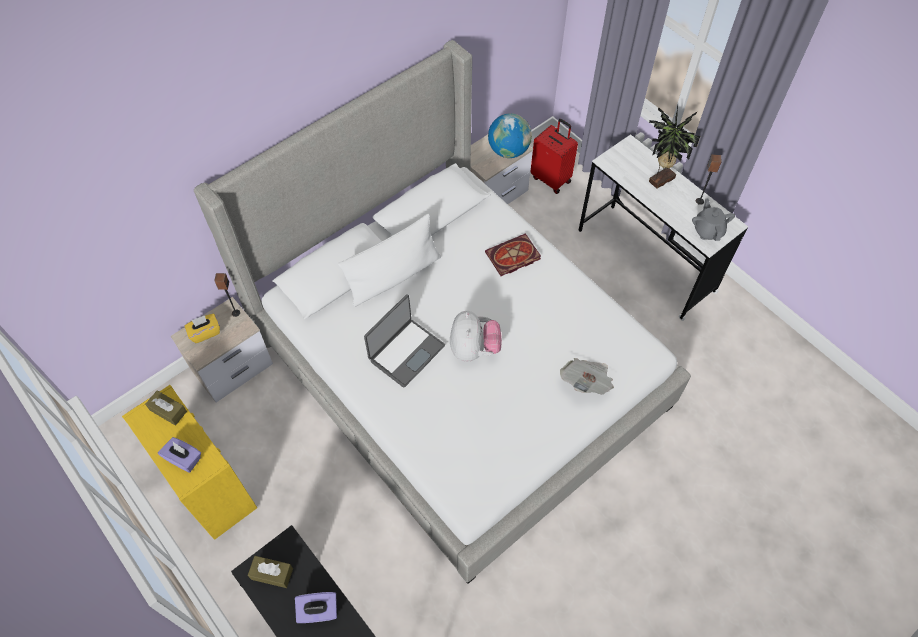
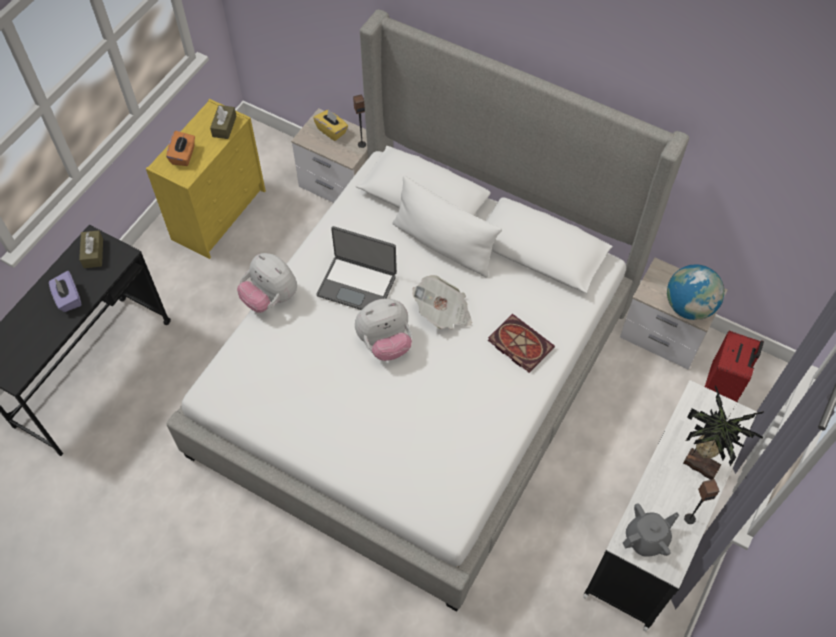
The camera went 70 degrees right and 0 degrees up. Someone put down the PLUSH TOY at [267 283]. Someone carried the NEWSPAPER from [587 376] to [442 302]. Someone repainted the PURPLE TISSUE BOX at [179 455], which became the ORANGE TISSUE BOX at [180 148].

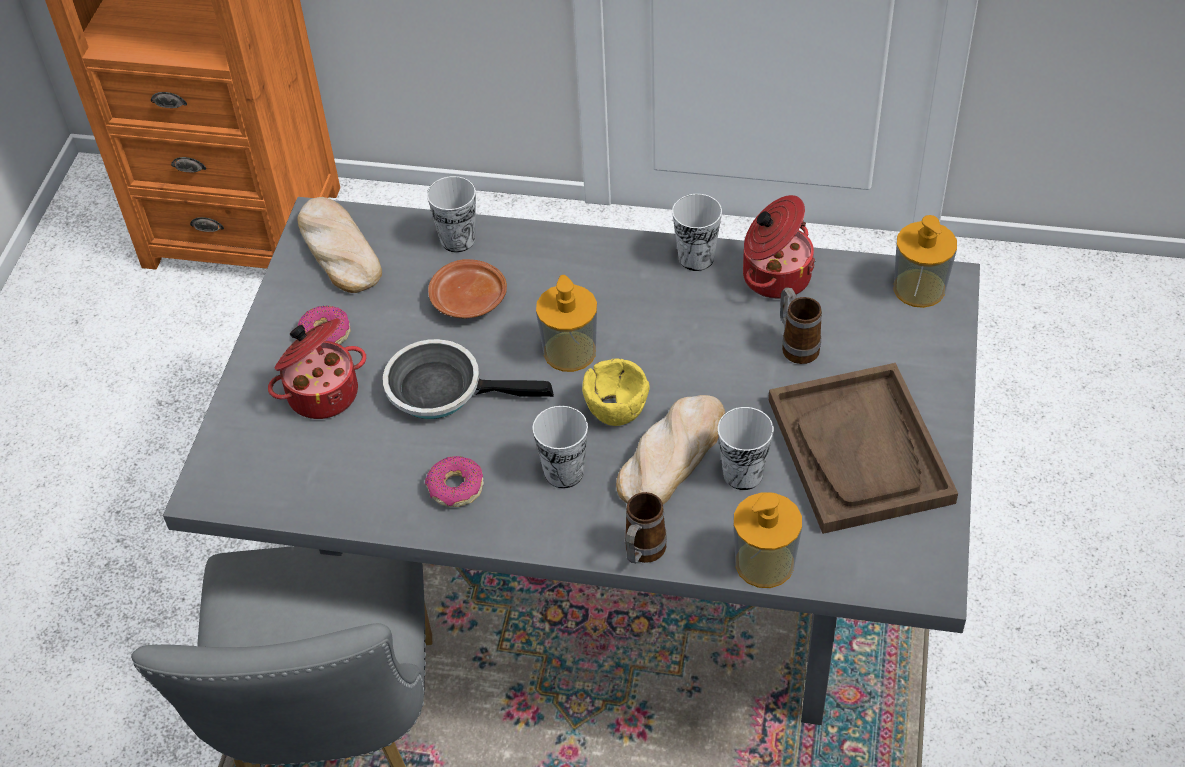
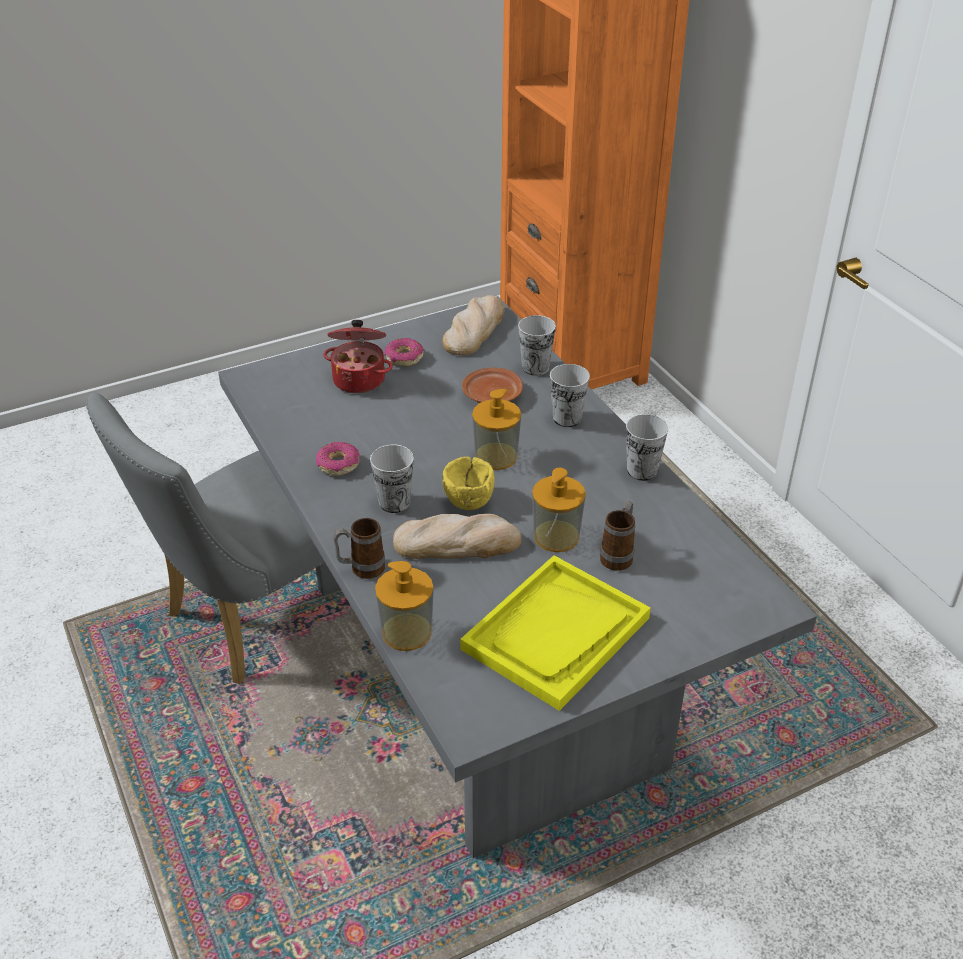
The camera went 50 degrees right and 10 degrees down. Someone took away the FRYING PAN at [468 379]. Someone took away the COOKING POT at [779 247]. Someone carried the CUP from [746 448] to [570 395]. Someone carried the SOAP DISPENSER from [925 261] to [559 510]. Someone repainted the BROWN TRAY at [863 448], which became the YELLOW TRAY at [555 633].

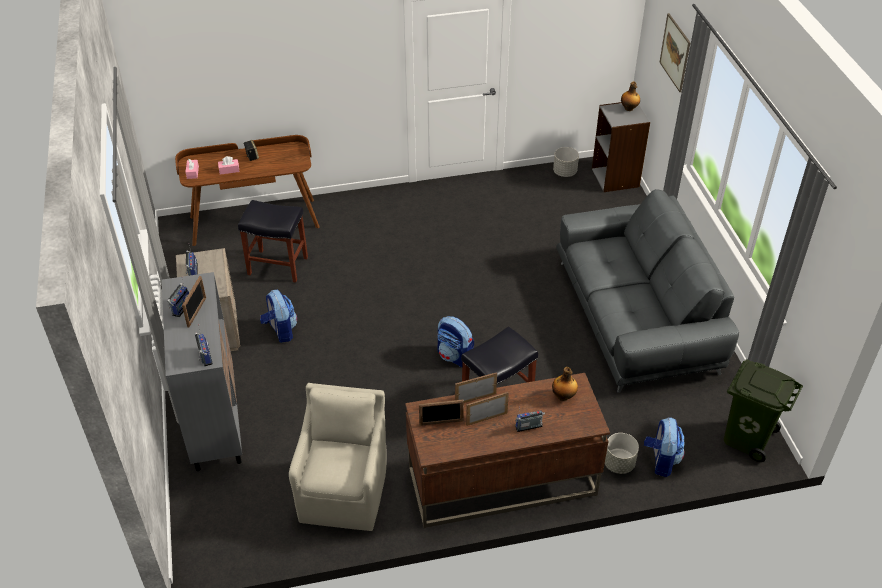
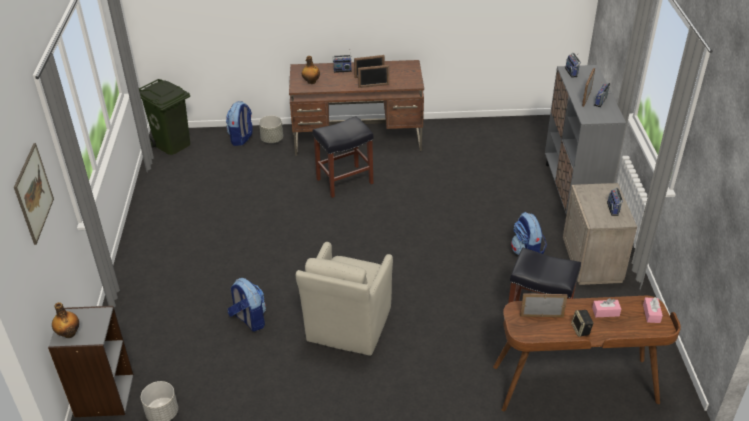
The camera went 170 degrees left and 5 degrees down. Someone took away the GREY SOFA at [647 291]. Someone carried the BEIGE ARMCHAIR from [338 457] to [344 299]. Someone carried the PICTURE FRAME from [441 412] to [544 305]. Someone carried the BACKPACK from [455 341] to [247 305].

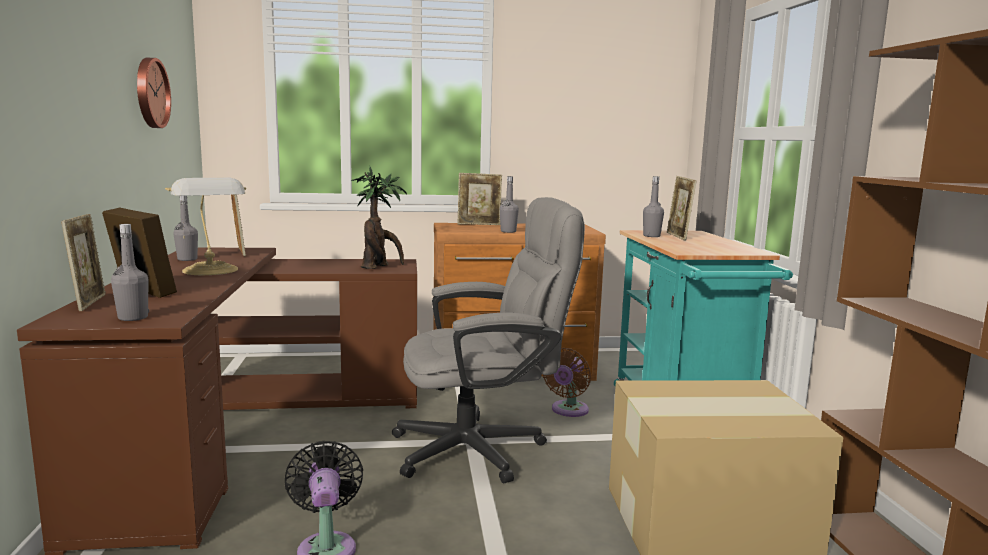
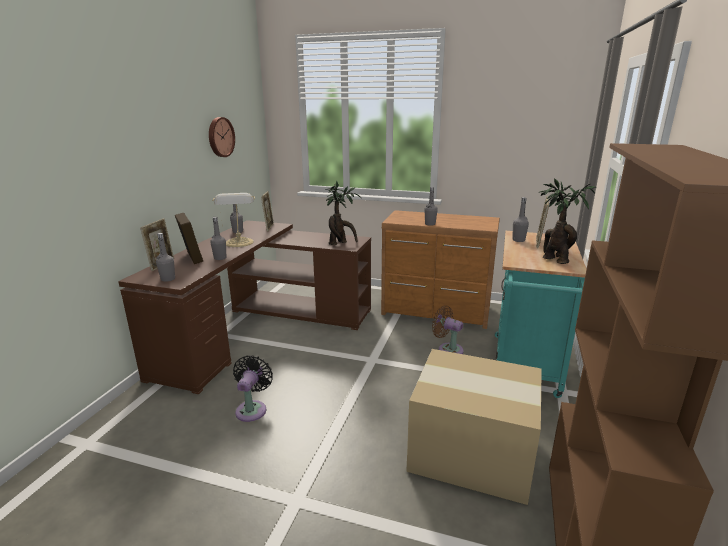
The camera went 25 degrees right and 10 degrees up. Someone took away the GREY OFFICE CHAIR at [488 340]. Someone took away the PICTURE FRAME at [480 199]. Someone put down the GREY BOTTLE at [218 238]. Someone put down the POTTED PLANT at [568 221]. Someone rotated the BROWN FAN at [567 382] by 75 degrees clockwise.

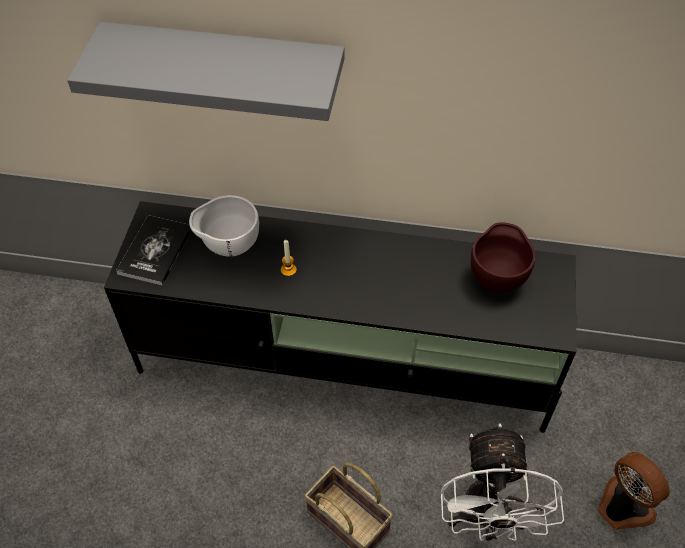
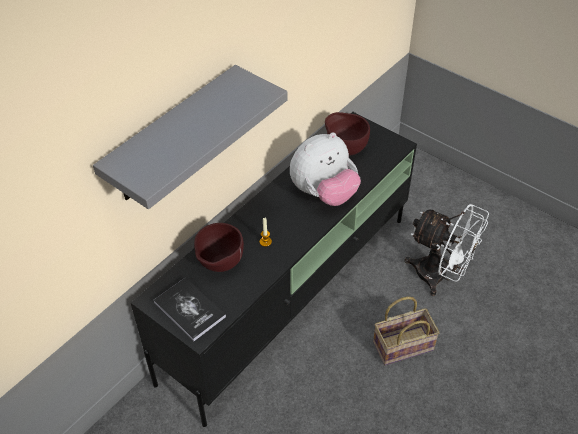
The camera went 60 degrees left and 5 degrees down. Someone took away the FAN at [634 491]. Someone put down the PLUSH TOY at [325 169]. Someone repainted the WHITE BOWL at [224 226], which became the BROWN BOWL at [219 247].

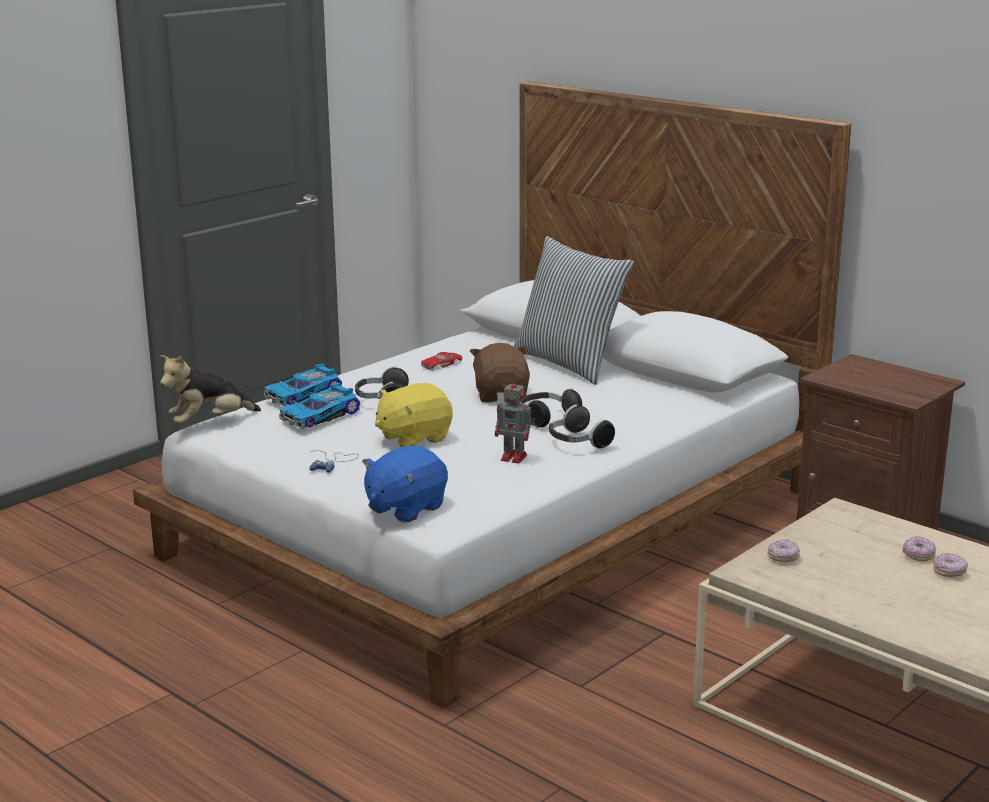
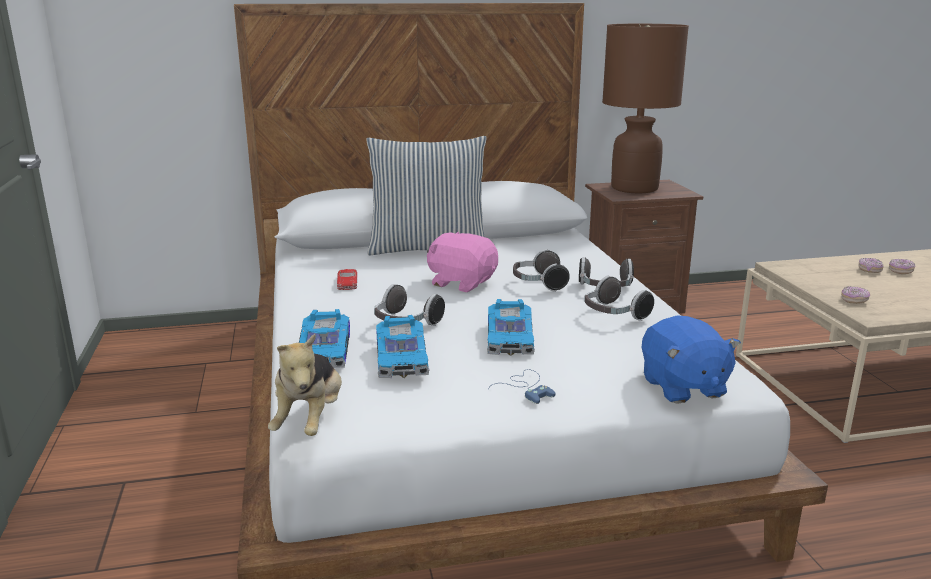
The camera went 55 degrees left and 0 degrees up. Someone put down the BROWN TABLE LAMP at [645 108]. Someone swapped the YELLOW PLUSH TOY at [414 415] for the TOY CAR at [511 327]. Someone swapped the TOY ROBOT at [515 420] for the HEADPHONES at [619 298]. Someone repainted the BROWN PLUSH TOY at [500 372], which became the PINK PLUSH TOY at [462 262].

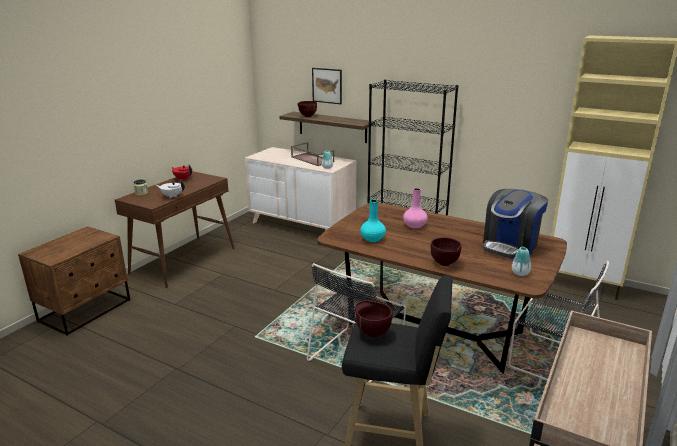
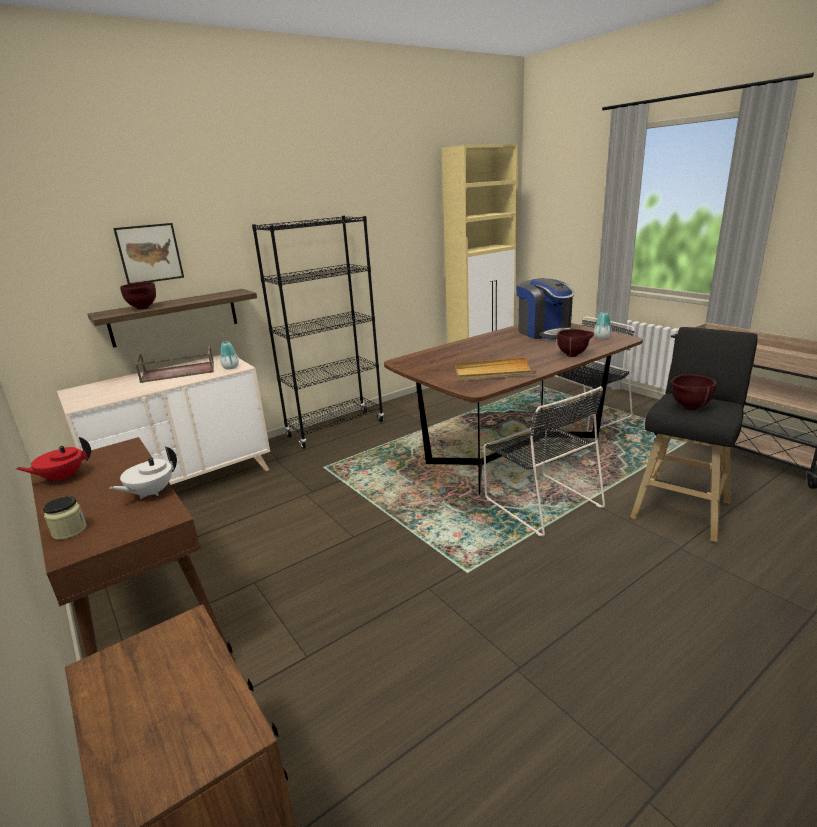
The camera went 65 degrees left and 0 degrees up. Someone took away the PINK VASE at [415 208]. Someone swapped the TURQUOISE VASE at [373 221] for the BEIGE TRAY at [495 369].

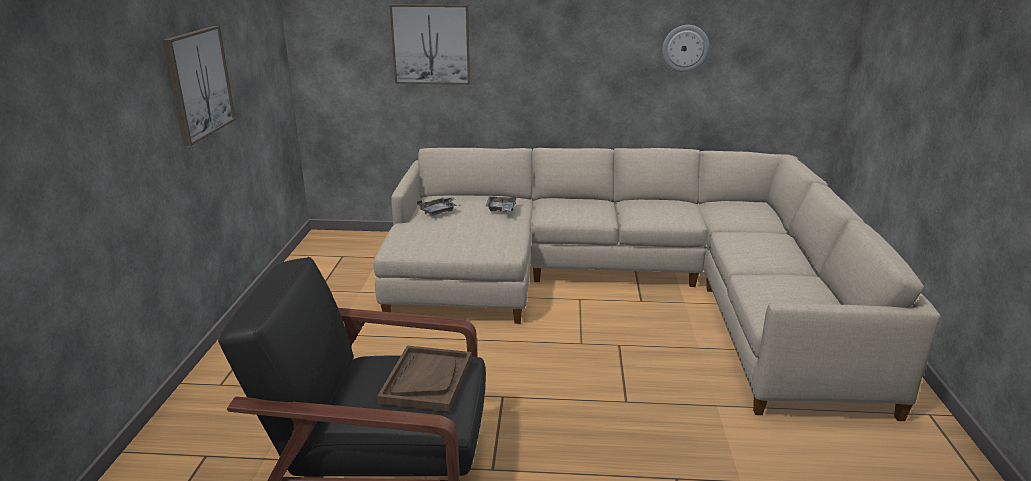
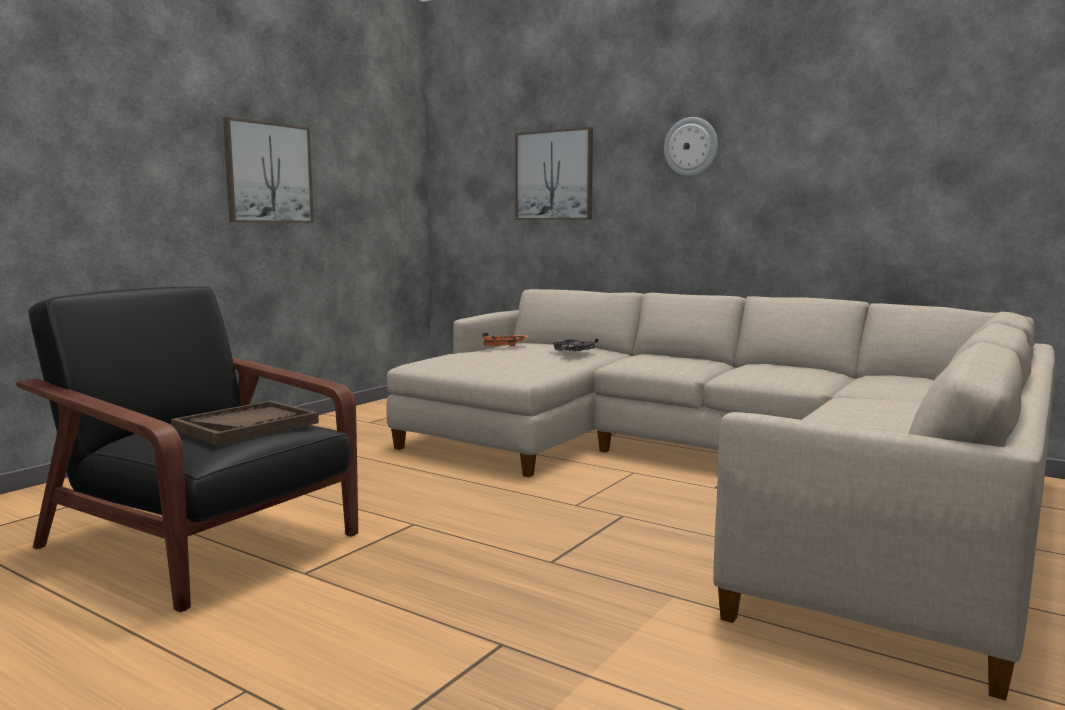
The camera went 30 degrees right and 15 degrees down. Someone carried the WALL CLOCK from [685 48] to [691 146]. Someone repainted the GREY TRAY at [437 206], which became the ORANGE TRAY at [505 339].

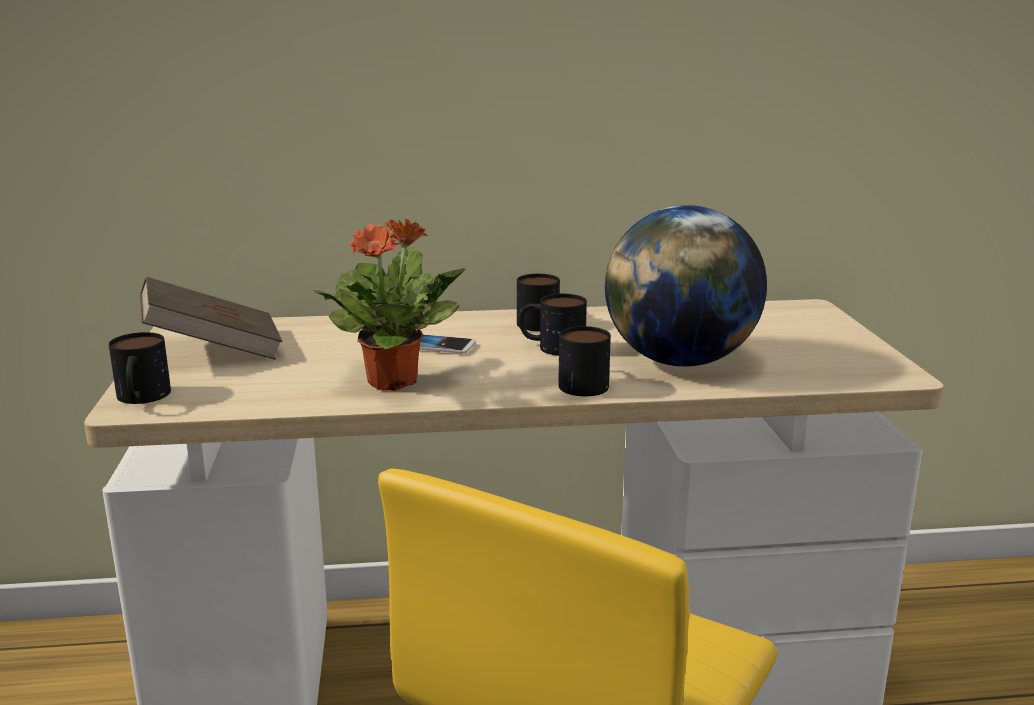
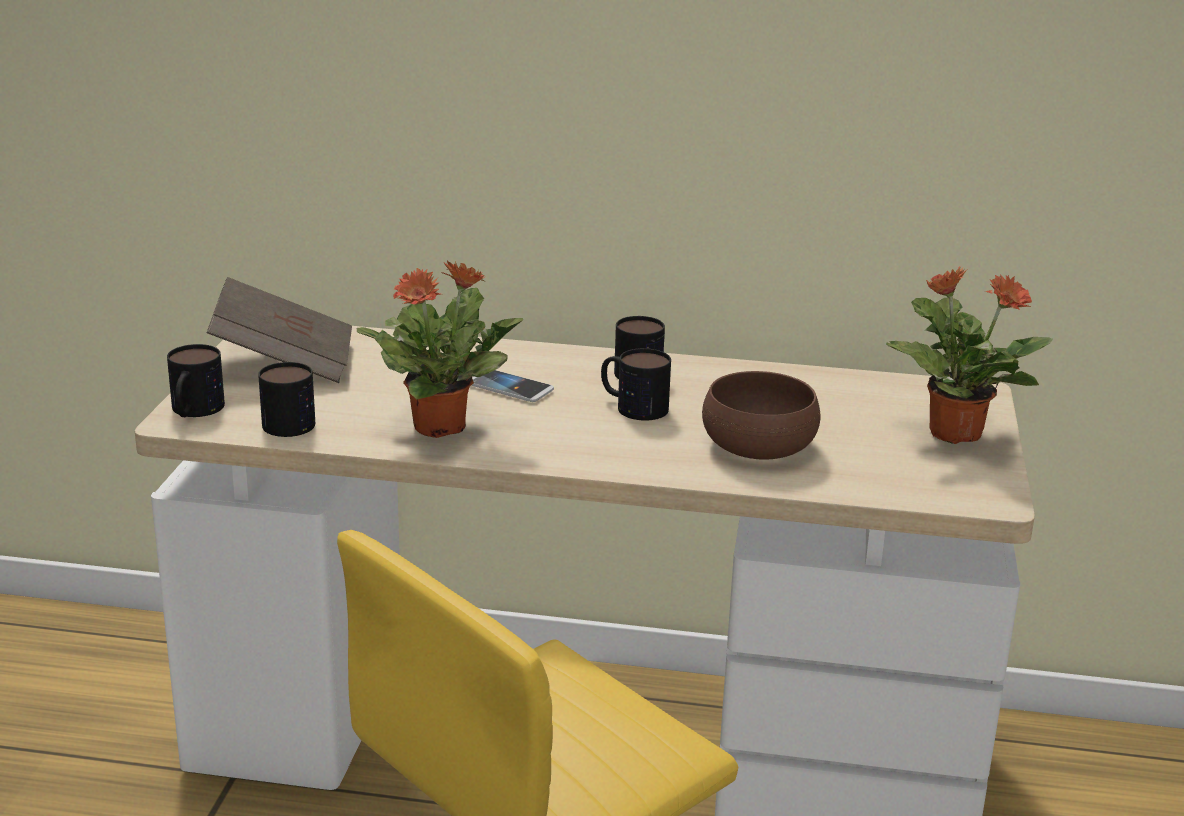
The camera went 15 degrees right and 5 degrees up. Someone put down the POTTED PLANT at [969 355]. Someone carried the MUG from [584 361] to [286 399]. Someone swapped the GLOBE at [686 286] for the BROWN BOWL at [761 415].

